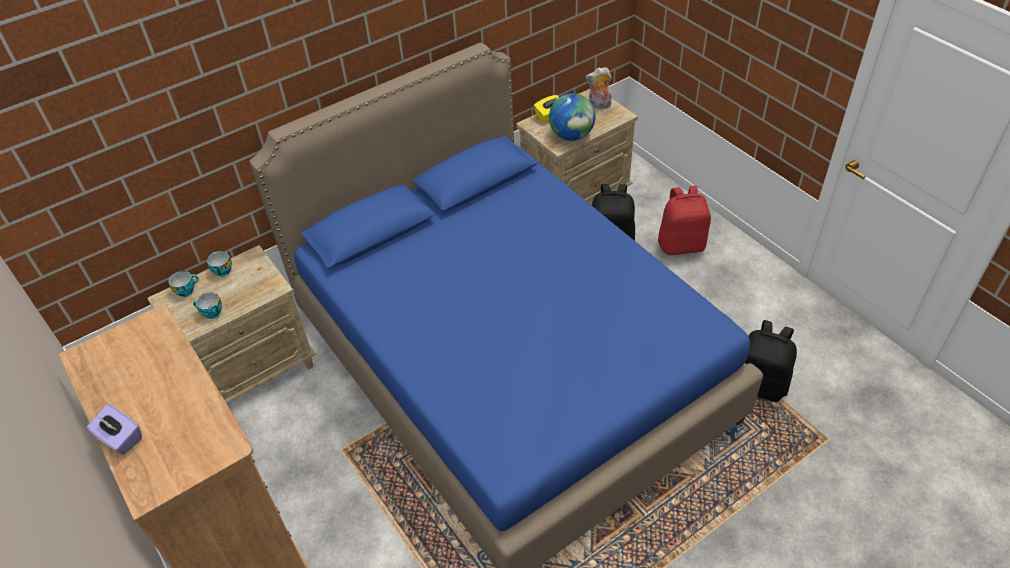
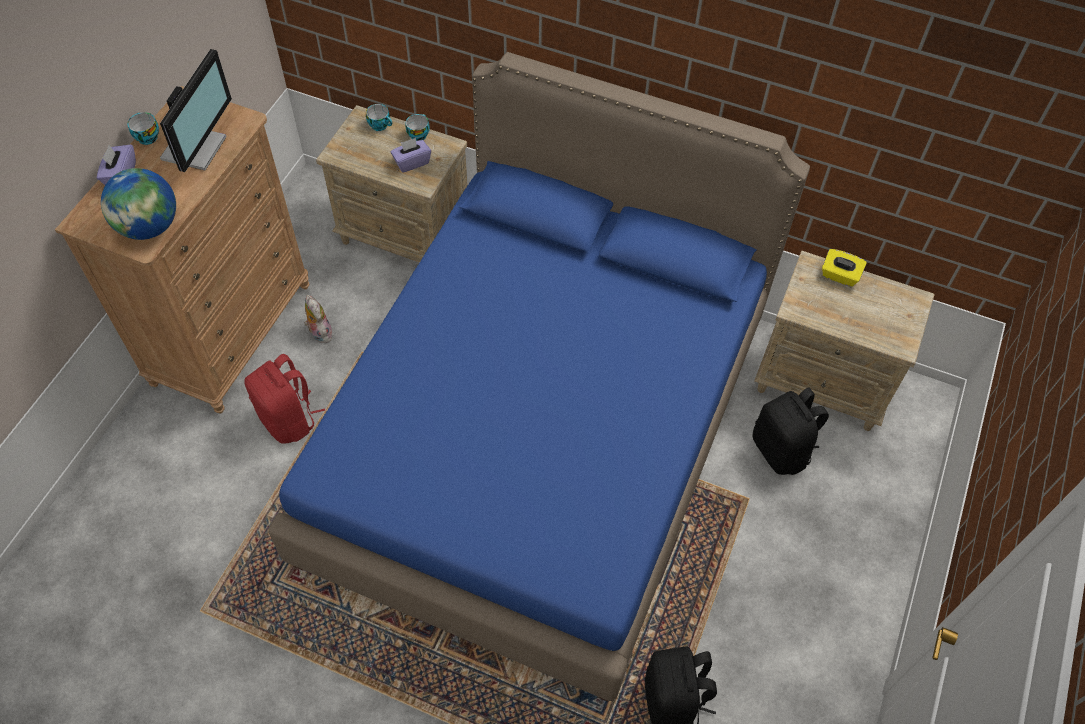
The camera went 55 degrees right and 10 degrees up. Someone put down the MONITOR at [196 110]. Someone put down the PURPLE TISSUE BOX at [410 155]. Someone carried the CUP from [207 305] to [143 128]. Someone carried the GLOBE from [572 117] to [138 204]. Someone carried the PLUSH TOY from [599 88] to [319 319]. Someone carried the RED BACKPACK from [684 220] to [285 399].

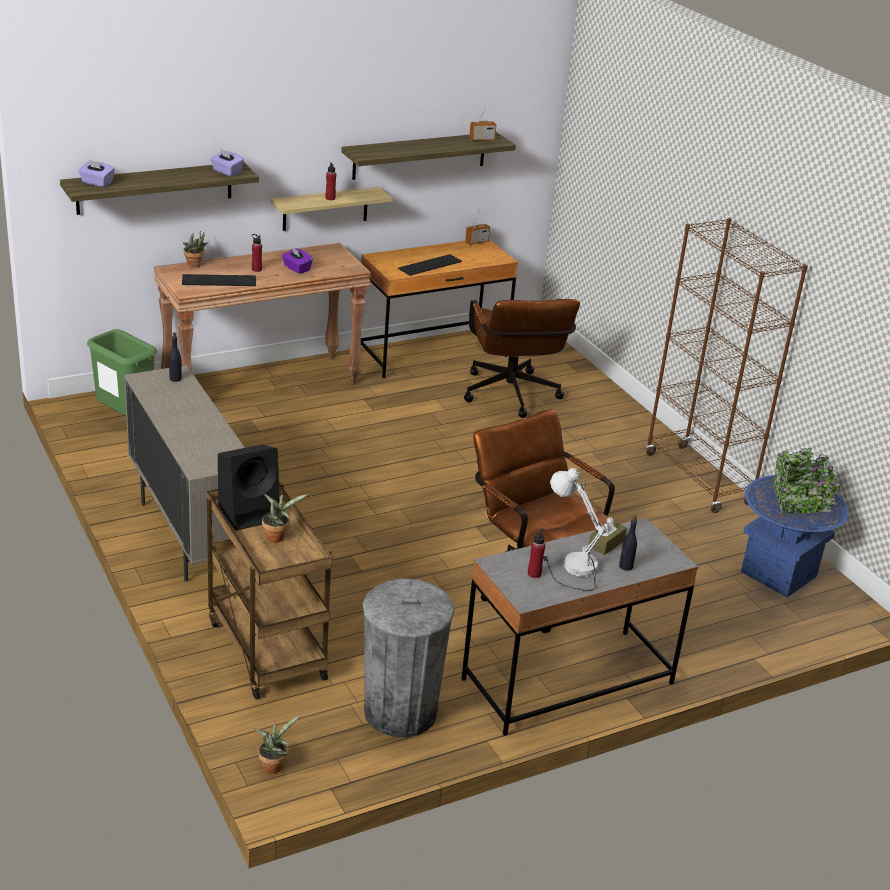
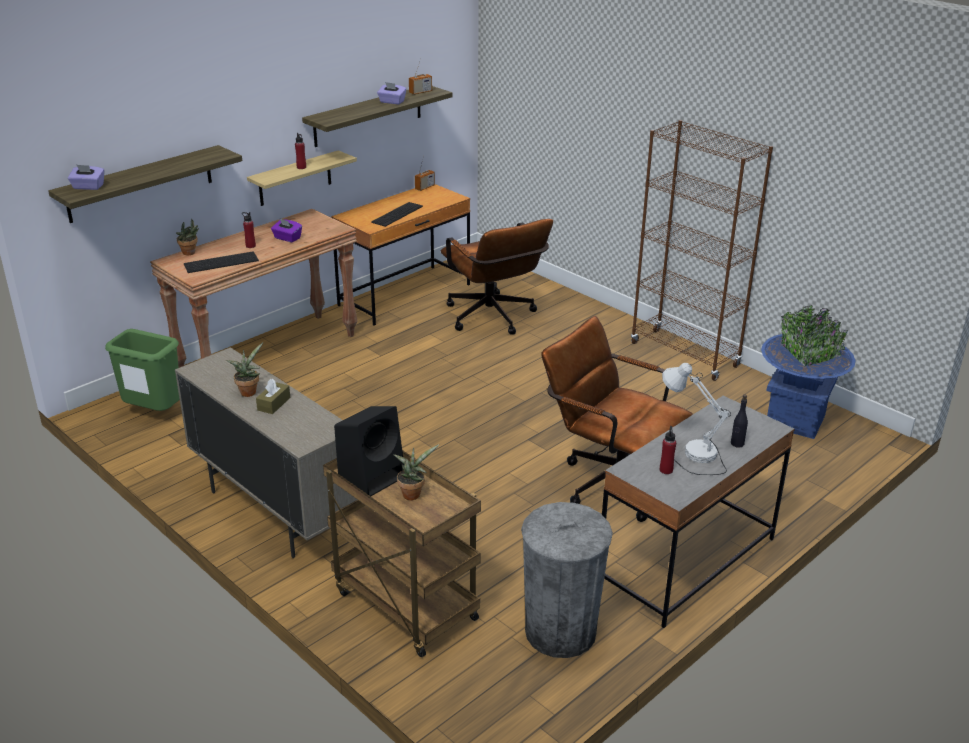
The camera went 15 degrees left and 0 degrees up. Someone took away the BLACK BOTTLE at [175 357]. Someone carried the PURPLE TISSUE BOX from [227 162] to [392 93]. Someone carried the POTTED PLANT from [277 744] to [244 369]. Someone carried the BROWN TISSUE BOX from [608 536] to [273 396].

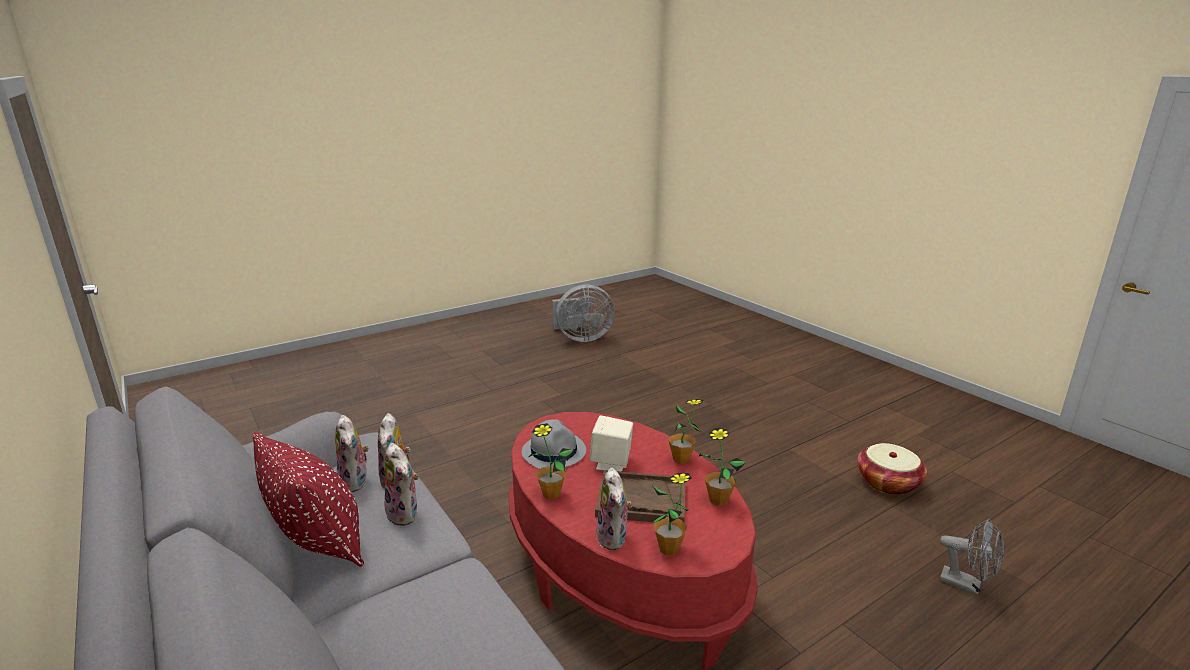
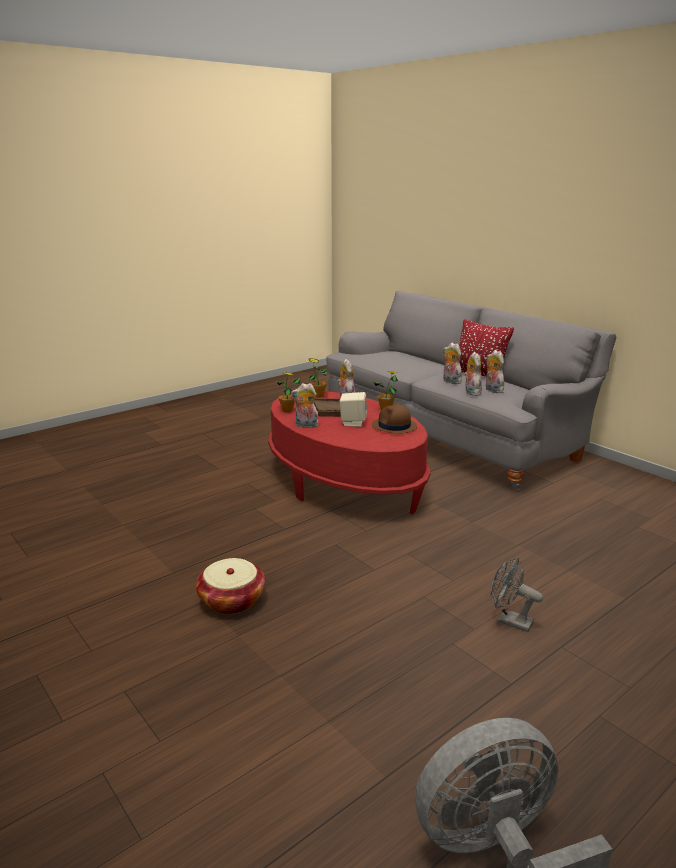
The camera went 175 degrees right and 0 degrees up. Someone carried the BASKET from [892 469] to [230 586]. Someone carried the GREY FAN from [972 557] to [517 595]. Someone swapped the POTTED PLANT at [684 431] for the PLUSH TOY at [305 405]. Someone repainted the GREY HAT at [554 444], which became the BROWN HAT at [394 419].

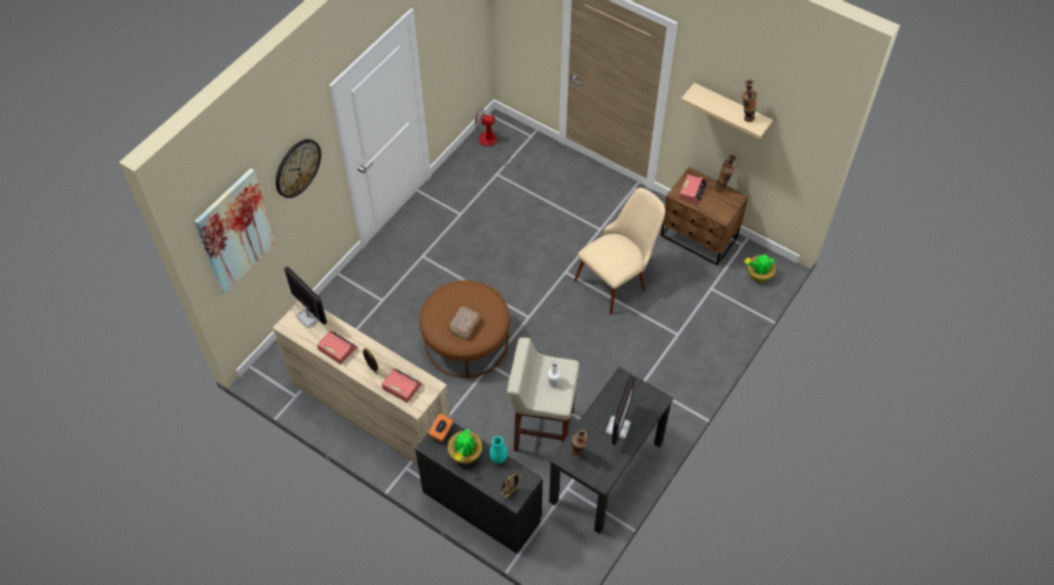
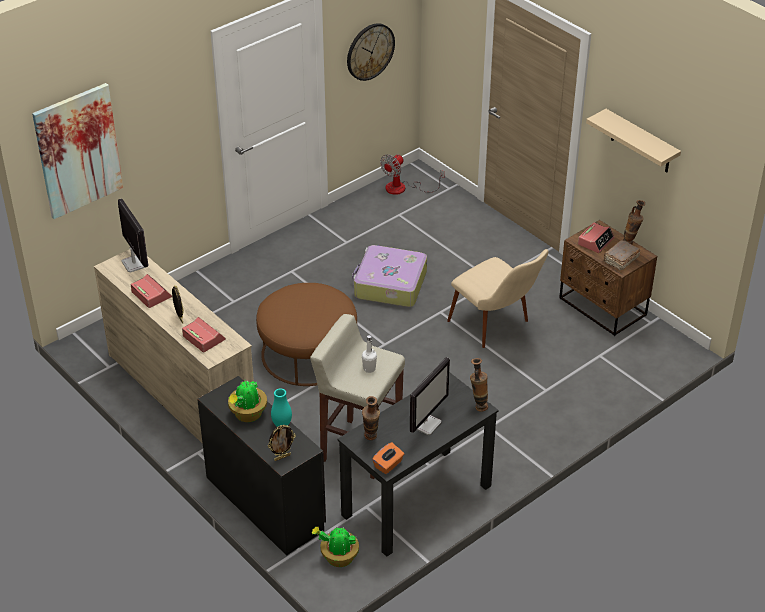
The camera went 15 degrees right and 15 degrees down. Someone put down the SUITCASE at [389 276]. Someone carried the WALL CLOCK from [298 168] to [371 52]. Someone carried the ORANGE TISSUE BOX from [440 427] to [388 458]. Someone carried the BROWN BOOK from [464 322] to [622 255]. Someone carried the VASE from [749 101] to [479 385]. Someone carried the POTTED PLANT from [760 268] to [335 547]. Someone rotated the FAN at [492 136] by 75 degrees counterclockwise. Someone rotated the BEIGE CHAIR at [619 251] by 75 degrees clockwise.

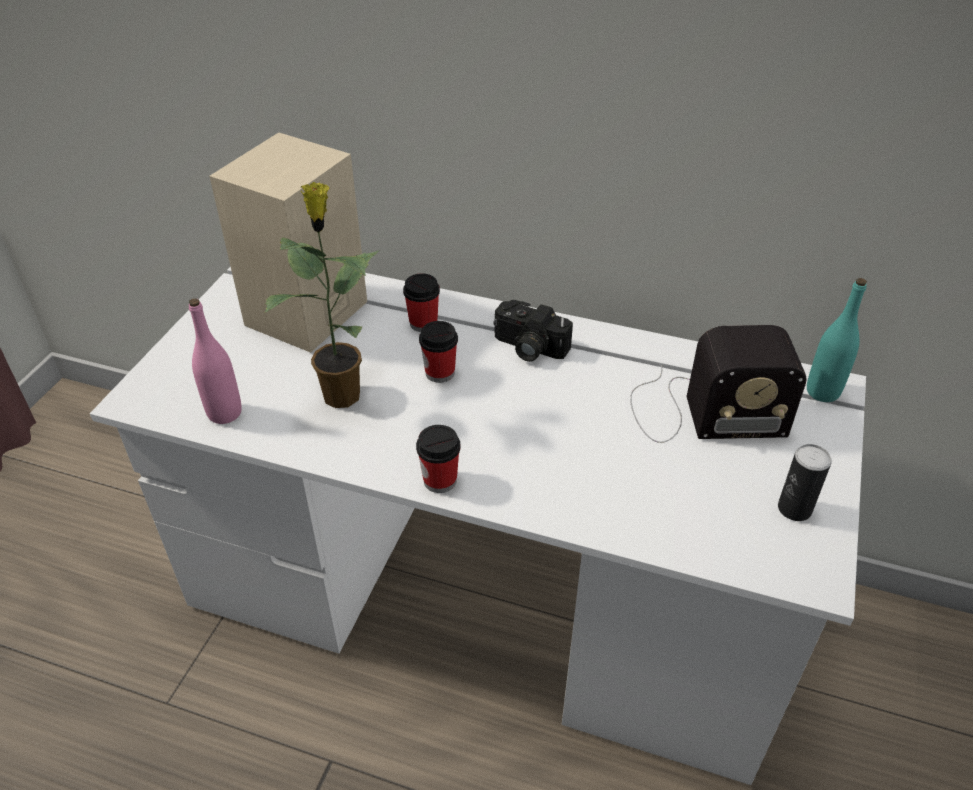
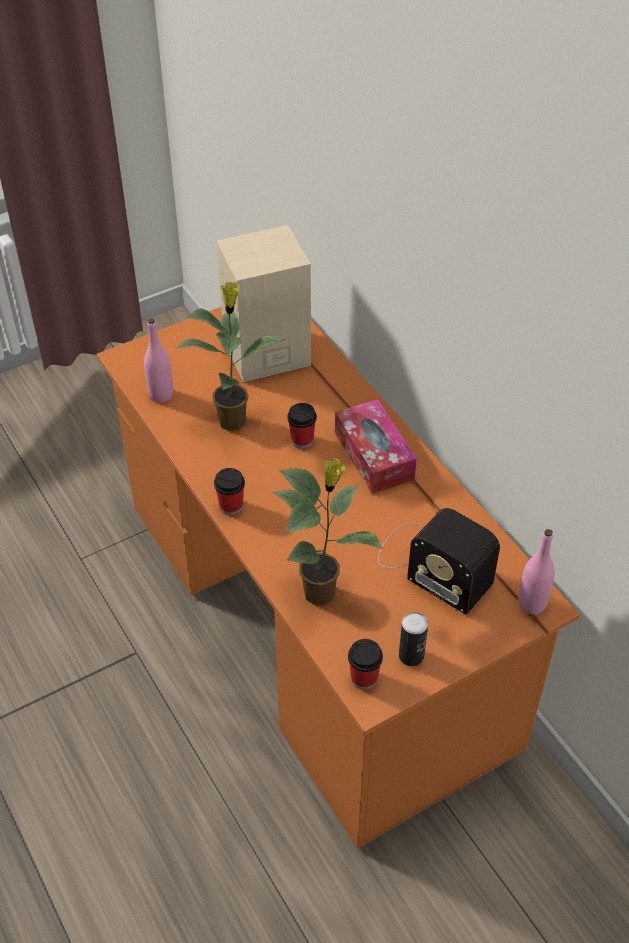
The camera went 40 degrees right and 5 degrees up. Someone put down the POTTED PLANT at [327 532]. Someone carried the CUP from [421 302] to [365 664]. Someone swapped the PHOTO CAMERA at [533 331] for the TISSUE BOX at [376 446]. Someone repainted the WHITE DESK at [478 525], which became the ORANGE DESK at [338 577]. Someone repainted the TURQUOISE BOTTLE at [837 340], which became the PINK BOTTLE at [536 571].

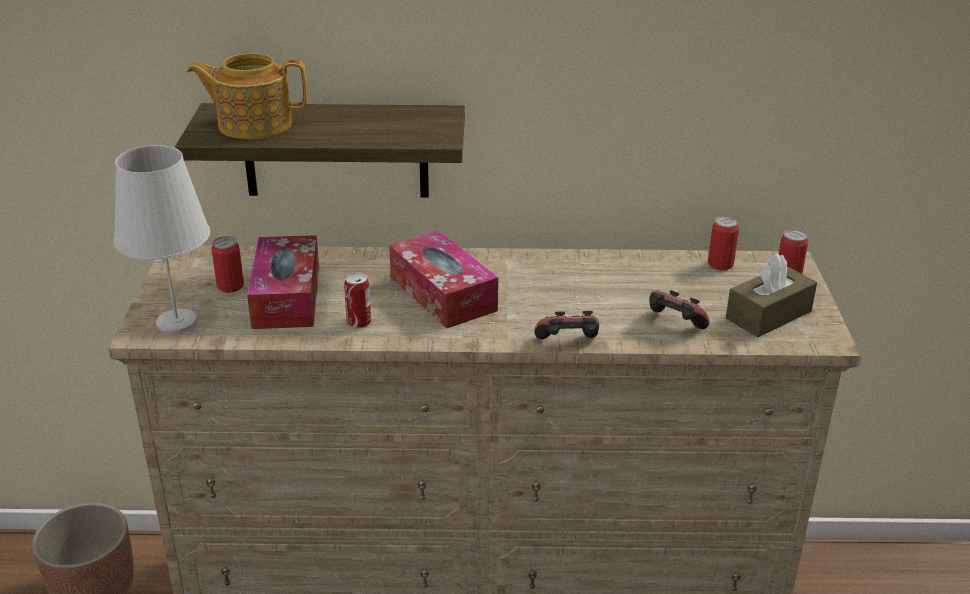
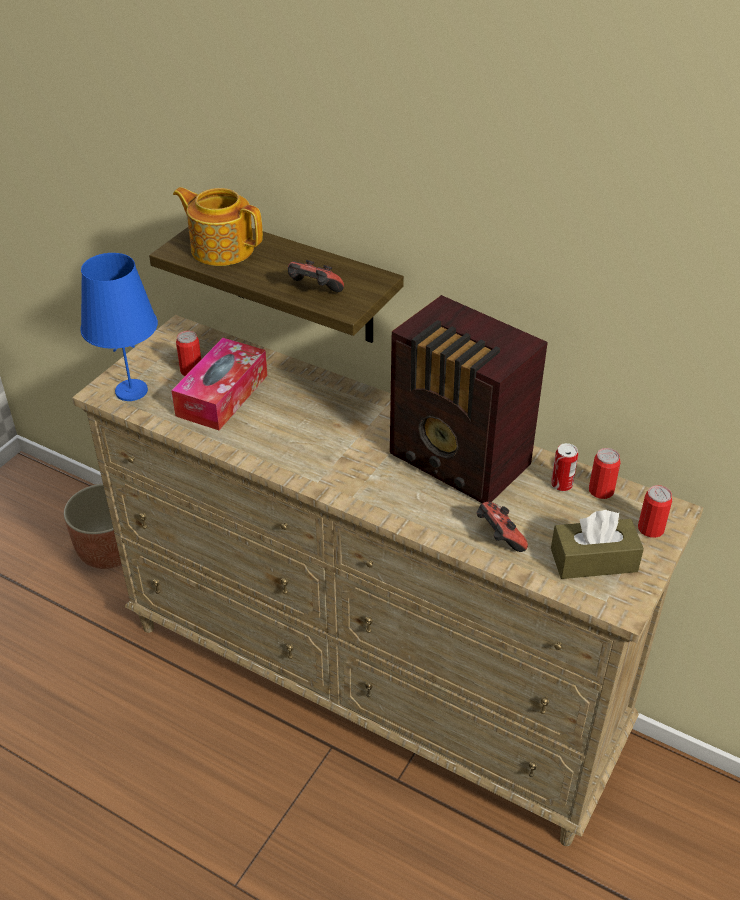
The camera went 30 degrees right and 10 degrees up. Someone took away the TISSUE BOX at [443 279]. Someone put down the RADIO at [469 399]. Someone carried the CAN from [357 300] to [564 467]. Someone carried the GAME CONTROLLER from [566 325] to [316 276]. Someone repainted the WHITE TABLE LAMP at [162 239], which became the BLUE TABLE LAMP at [119 327].

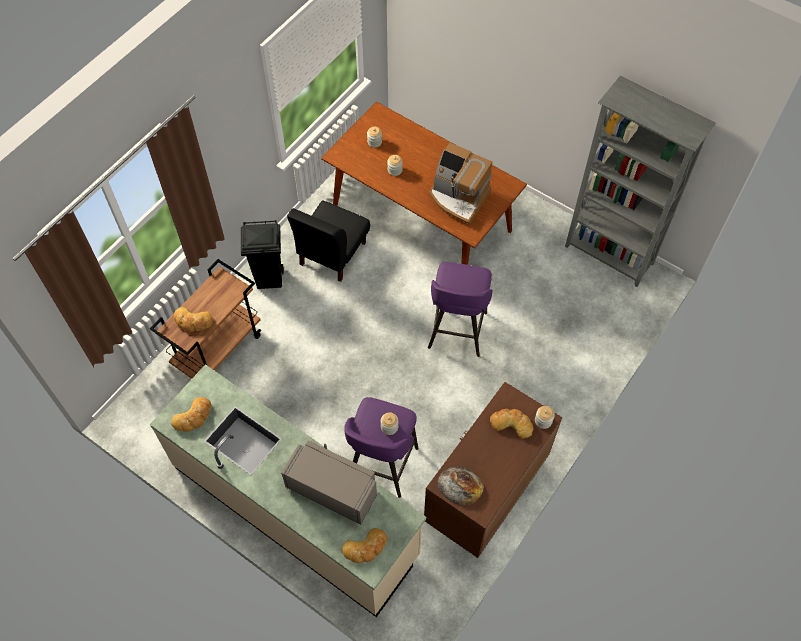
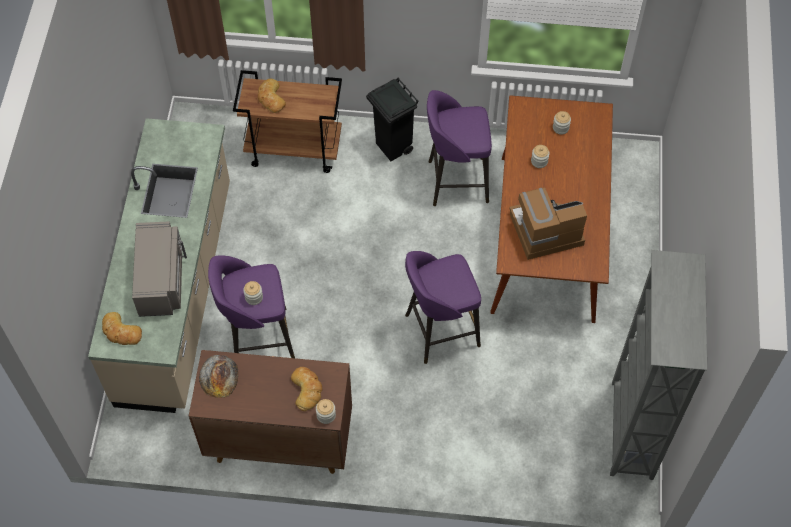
The camera went 60 degrees right and 0 degrees up. Someone took away the BREAD at [191 414]. Someone swapped the BLACK CHAIR at [328 241] for the PURPLE STOOL at [459 148]. Someone rotated the COFFEE MACHINE at [460 184] by 75 degrees clockwise.

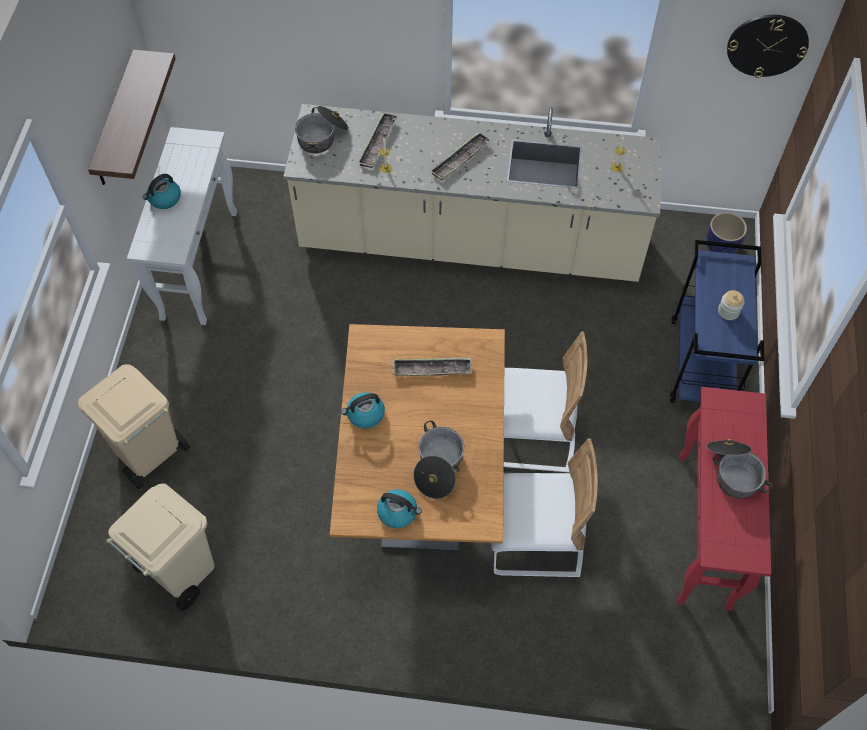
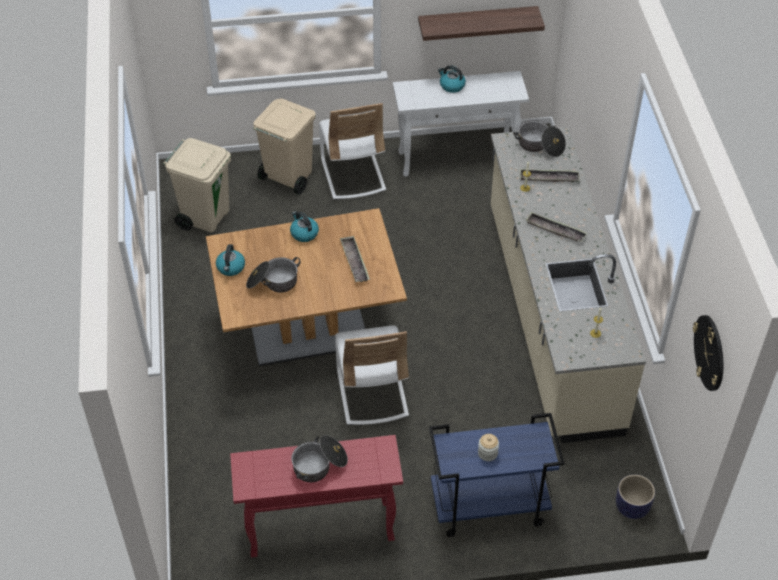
The camera went 75 degrees right and 10 degrees down. Someone carried the WHITE CHAIR from [544 507] to [352 151].

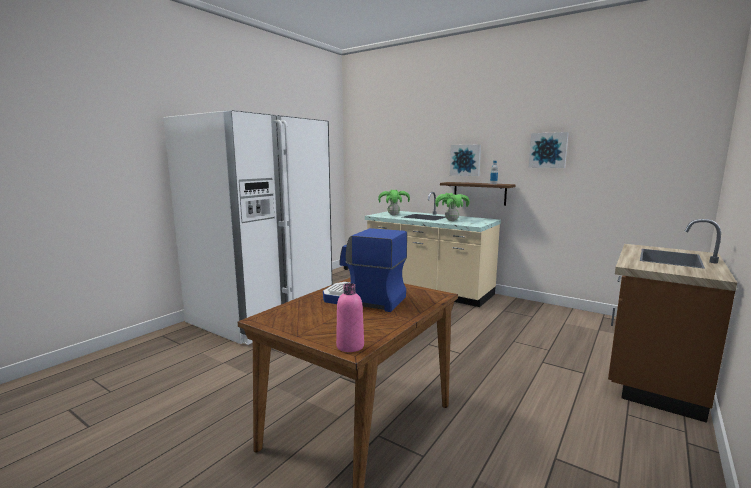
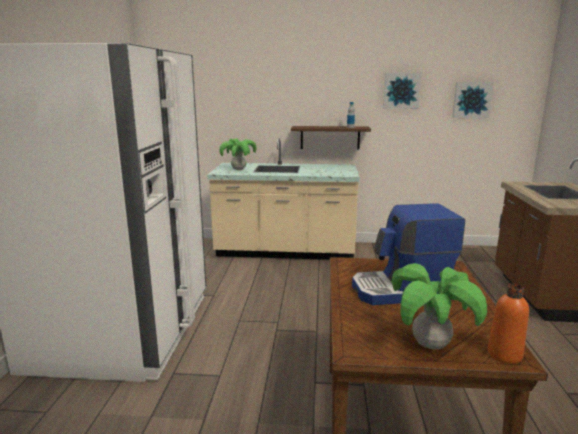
The camera went 30 degrees left and 5 degrees up. Someone carried the POTTED PLANT from [452 207] to [439 306]. Someone carried the PICTURE from [465 160] to [473 100]. Someone repainted the PINK BOTTLE at [350 317], which became the ORANGE BOTTLE at [508 324].

